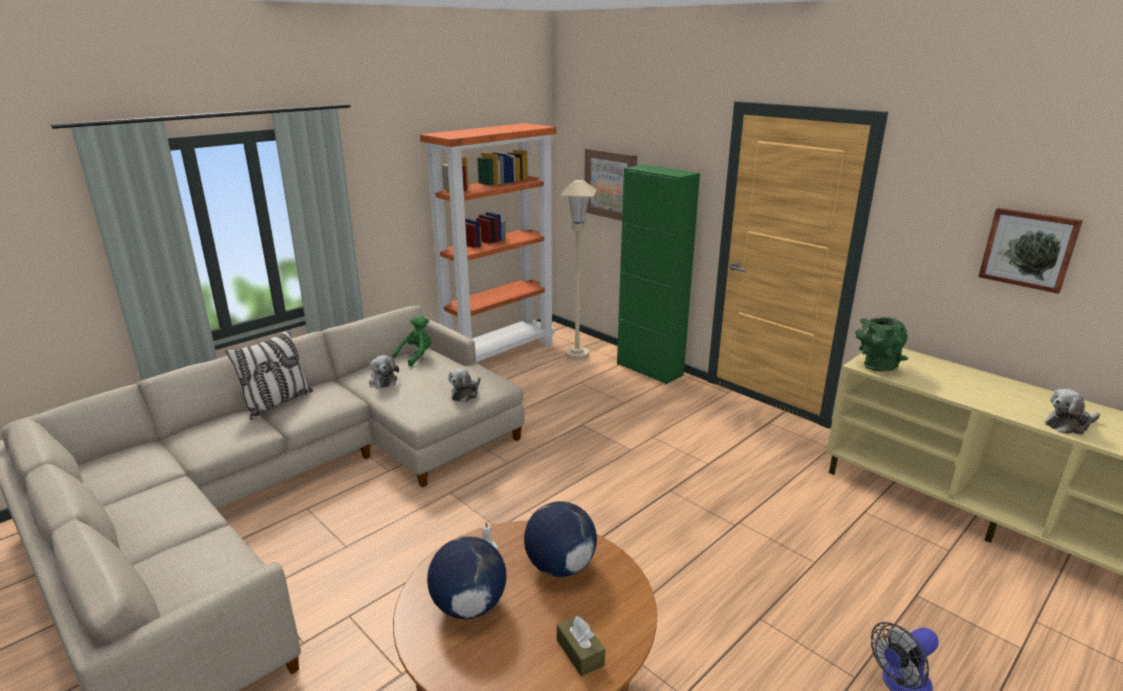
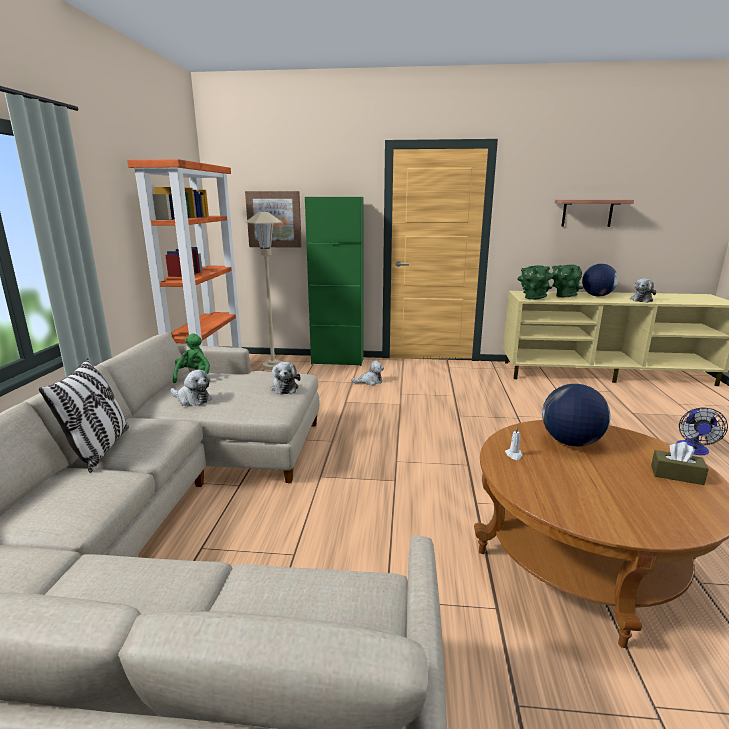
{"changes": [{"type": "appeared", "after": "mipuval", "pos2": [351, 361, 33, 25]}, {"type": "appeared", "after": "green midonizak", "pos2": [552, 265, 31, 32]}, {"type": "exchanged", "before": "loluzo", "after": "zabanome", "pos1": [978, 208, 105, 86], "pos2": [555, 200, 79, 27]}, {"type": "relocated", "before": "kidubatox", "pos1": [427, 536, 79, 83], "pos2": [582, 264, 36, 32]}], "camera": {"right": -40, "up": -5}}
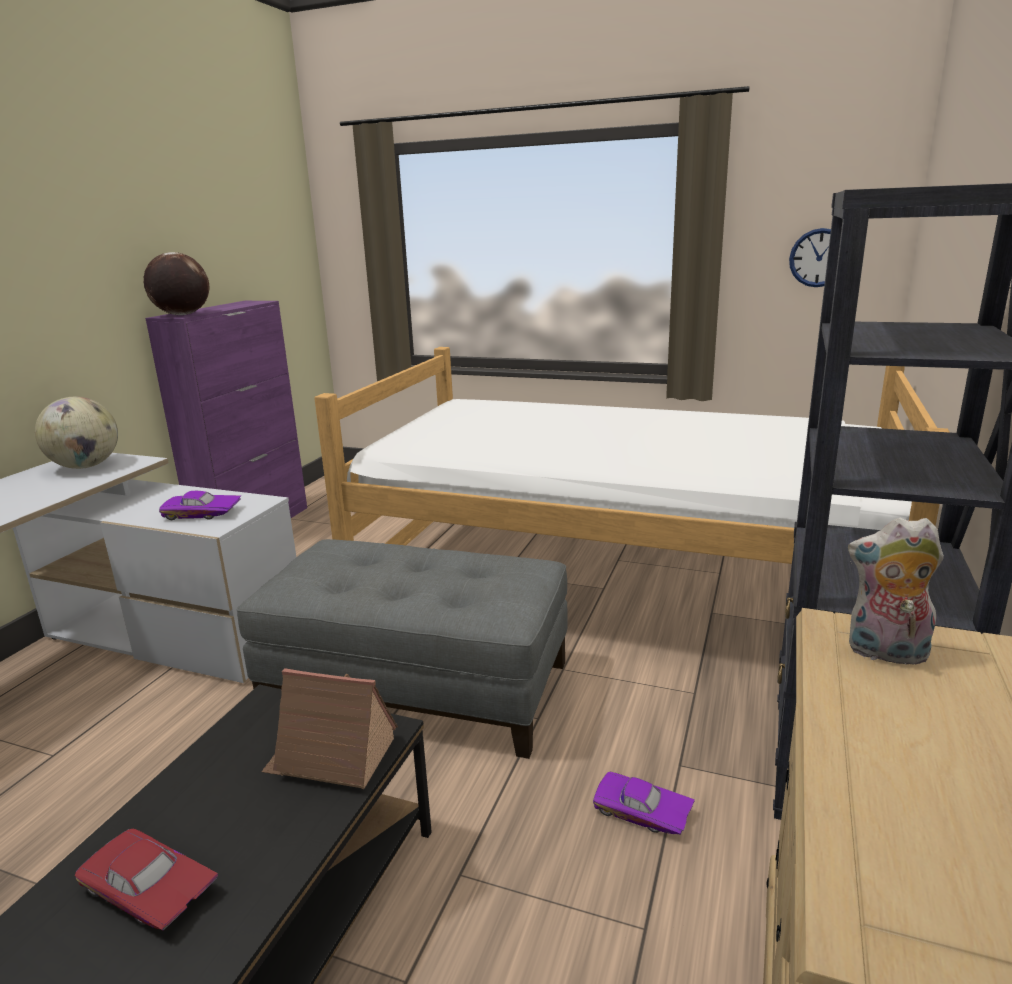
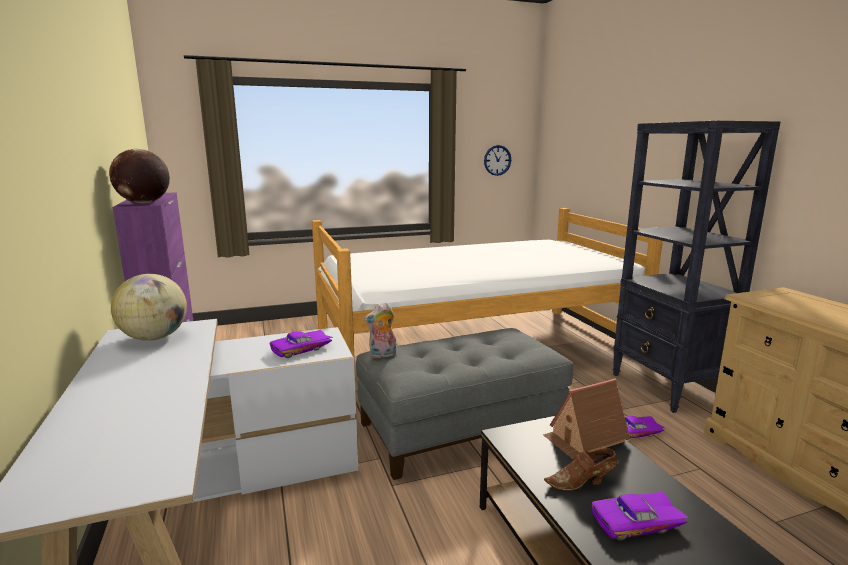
{"changes": [{"type": "relocated", "before": "mipuval", "pos1": [848, 517, 96, 148], "pos2": [364, 302, 32, 56]}, {"type": "appeared", "after": "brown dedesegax", "pos2": [544, 448, 73, 43]}, {"type": "colour", "before": "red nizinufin", "after": "purple nizinufin", "pos1": [75, 829, 143, 101], "pos2": [591, 492, 98, 49]}], "camera": {"right": -40, "up": -5}}
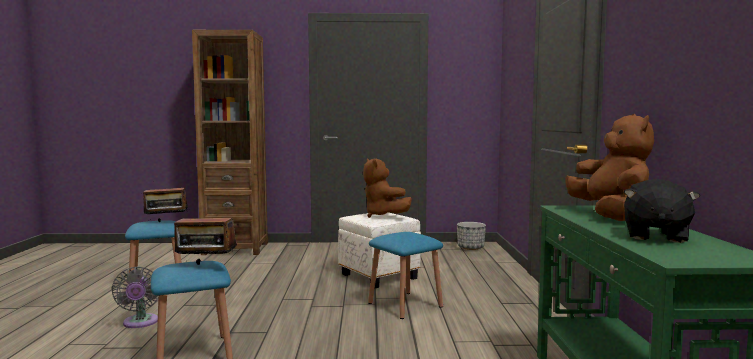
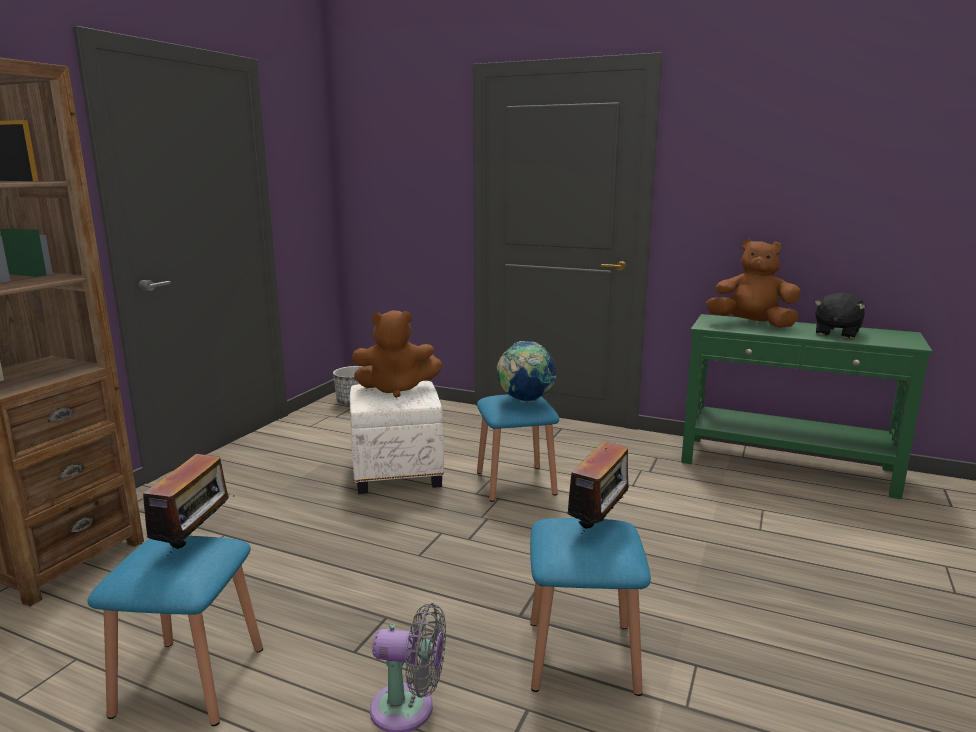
{"changes": [{"type": "appeared", "after": "kidubatox", "pos2": [497, 341, 59, 62]}, {"type": "spun", "before": "black mipuval", "pos1": [624, 179, 77, 64], "pos2": [814, 293, 52, 45], "turn": 75}], "camera": {"right": -65, "up": 10}}
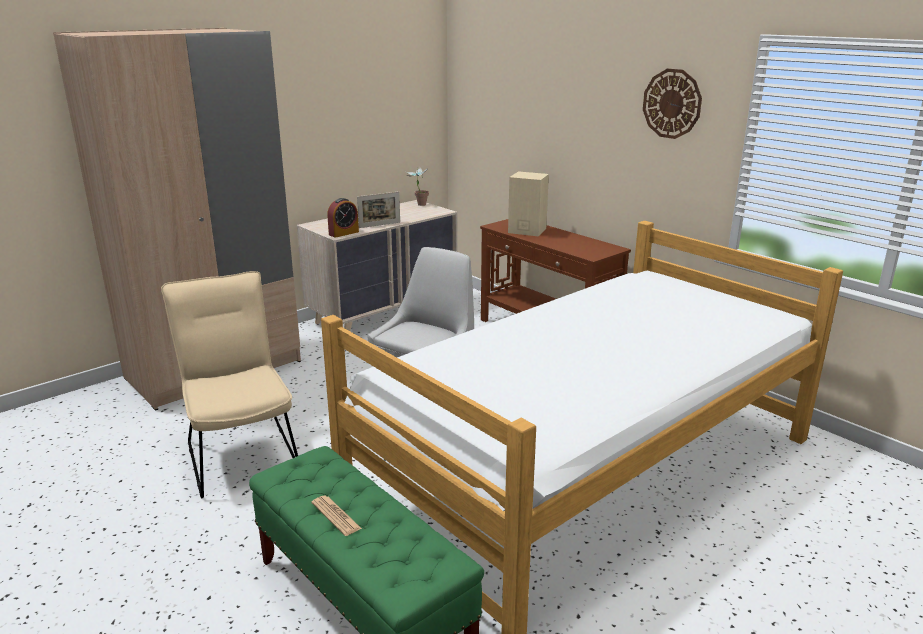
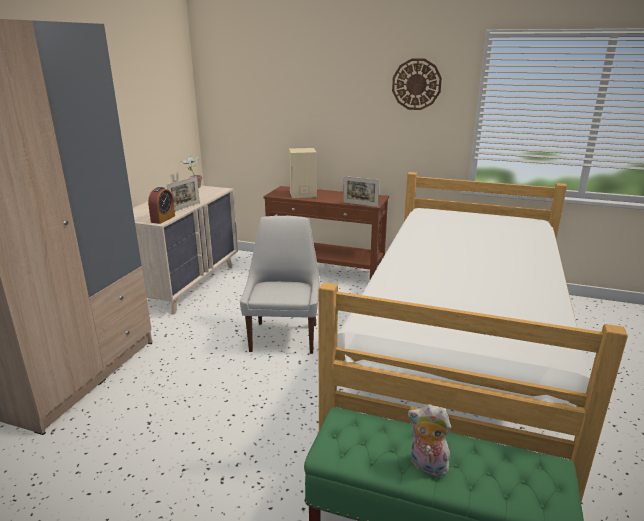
{"changes": [{"type": "appeared", "after": "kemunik", "pos2": [343, 176, 37, 31]}, {"type": "exchanged", "before": "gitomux", "after": "mipuval", "pos1": [311, 496, 51, 40], "pos2": [408, 404, 45, 72]}, {"type": "missing", "before": "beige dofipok", "pos1": [161, 271, 137, 227]}], "camera": {"right": -30, "up": 0}}
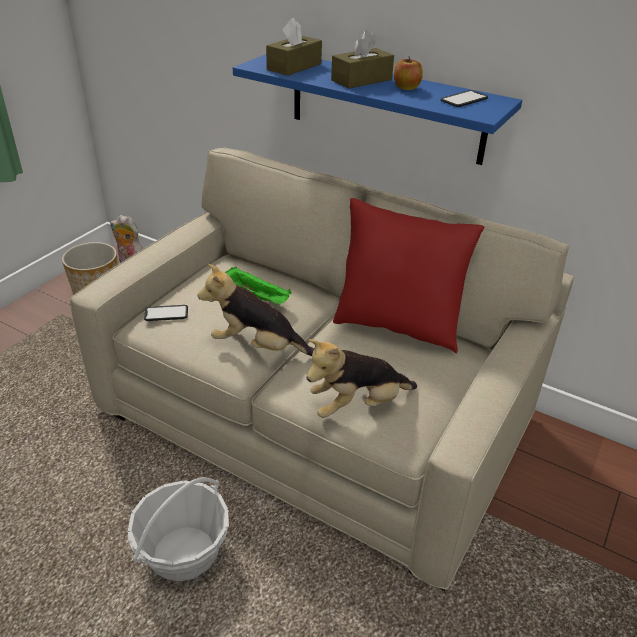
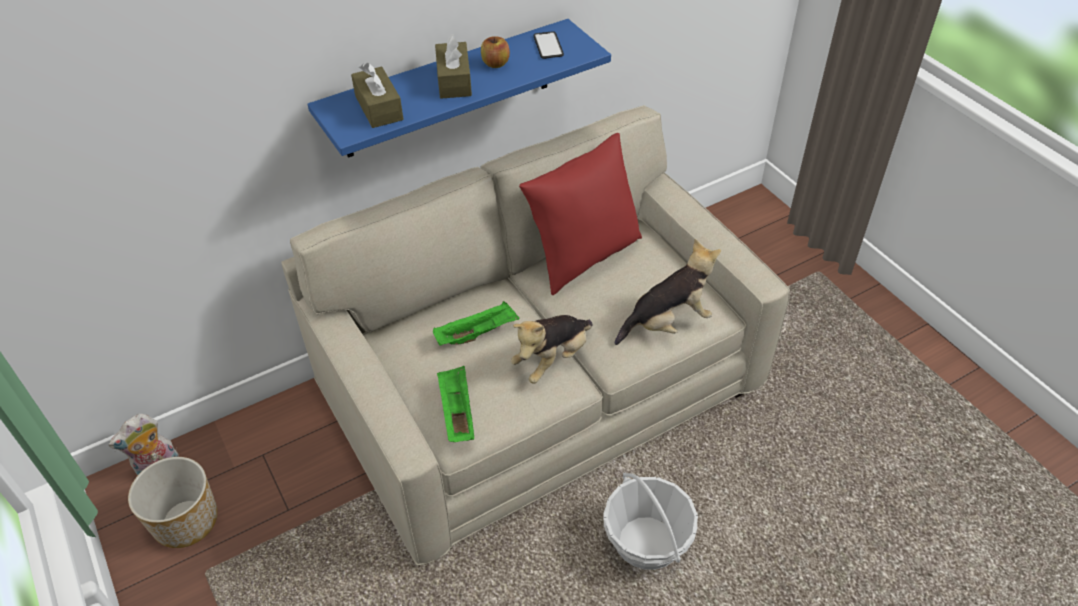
{"changes": [{"type": "exchanged", "before": "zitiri", "after": "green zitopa", "pos1": [144, 305, 44, 16], "pos2": [437, 366, 37, 76]}, {"type": "spun", "before": "mipuval", "pos1": [306, 339, 111, 79], "pos2": [615, 239, 106, 106], "turn": -120}], "camera": {"right": -60, "up": 10}}
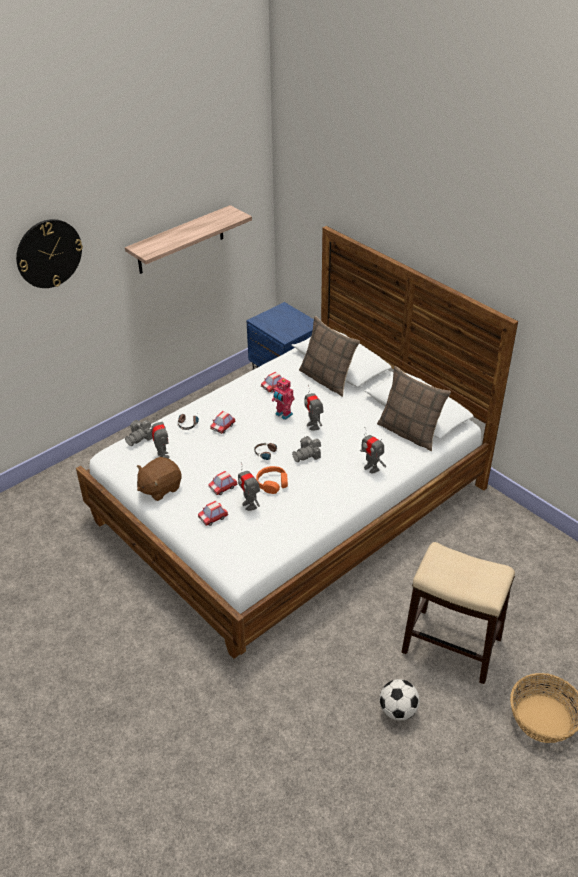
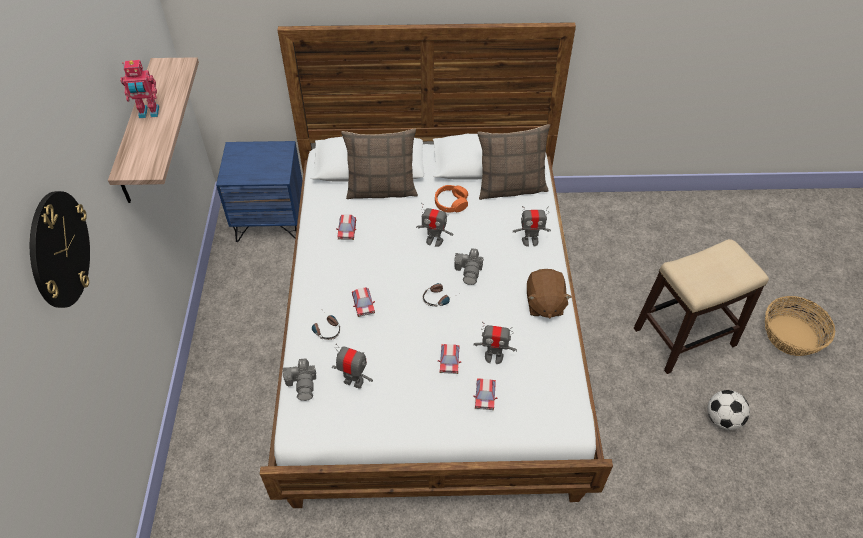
{"changes": [{"type": "relocated", "before": "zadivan", "pos1": [272, 377, 23, 43], "pos2": [120, 60, 39, 58]}, {"type": "relocated", "before": "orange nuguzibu", "pos1": [256, 466, 32, 28], "pos2": [435, 185, 33, 28]}, {"type": "relocated", "before": "brown mipuval", "pos1": [137, 457, 45, 44], "pos2": [527, 269, 45, 49]}], "camera": {"right": -50, "up": 10}}
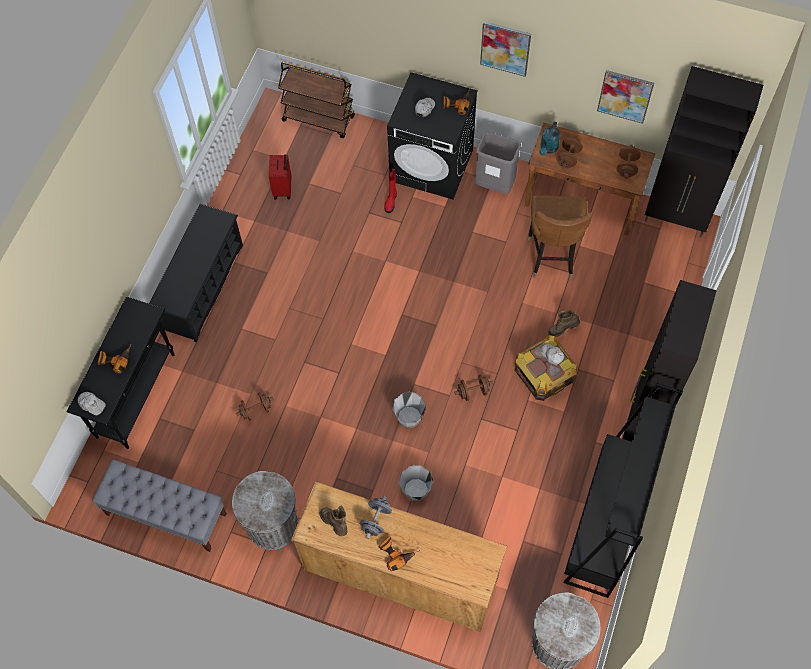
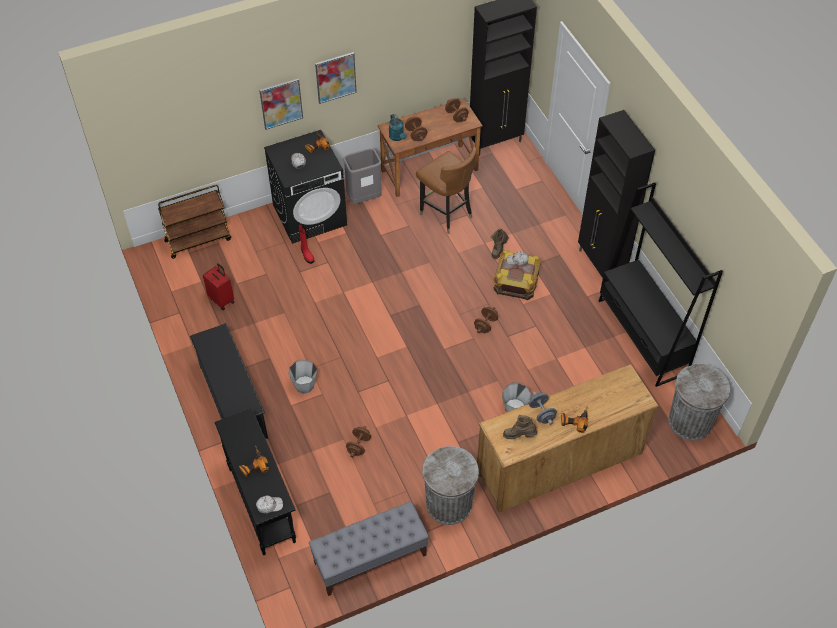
{"changes": [{"type": "relocated", "before": "loluzo", "pos1": [597, 70, 57, 54], "pos2": [259, 79, 44, 51]}, {"type": "relocated", "before": "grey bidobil", "pos1": [392, 391, 34, 37], "pos2": [288, 359, 29, 35]}], "camera": {"right": -45, "up": -10}}
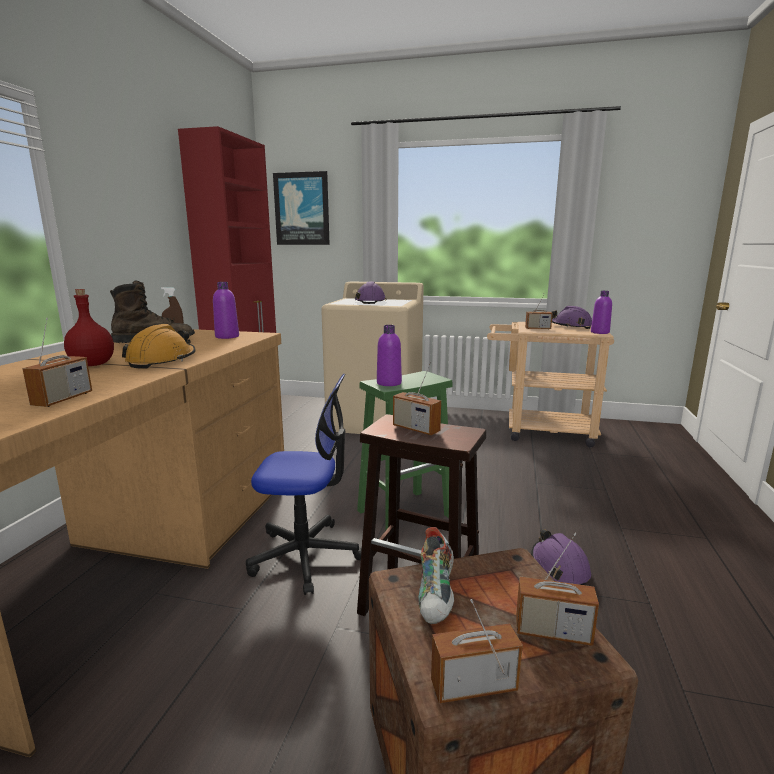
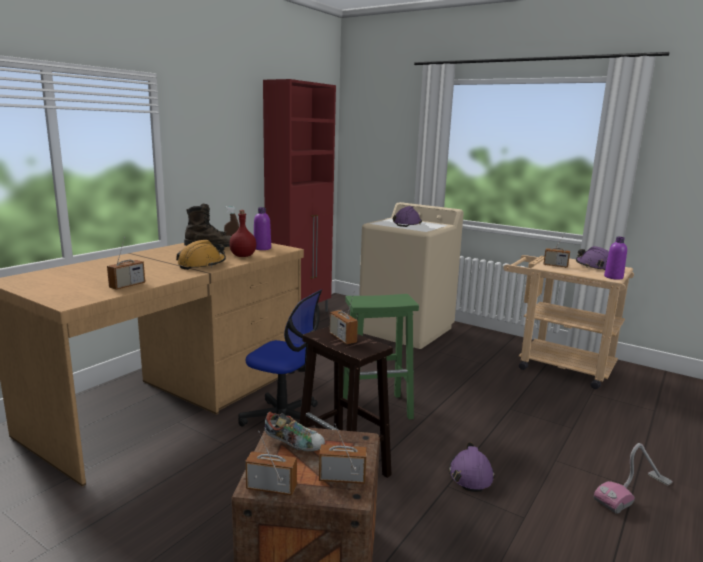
{"changes": [{"type": "relocated", "before": "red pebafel", "pos1": [64, 289, 50, 77], "pos2": [229, 210, 27, 47]}, {"type": "spun", "before": "dedesegax", "pos1": [418, 527, 36, 97], "pos2": [264, 412, 61, 39], "turn": -105}, {"type": "spun", "before": "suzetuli", "pos1": [516, 533, 83, 113], "pos2": [319, 423, 48, 61], "turn": 150}, {"type": "appeared", "after": "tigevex", "pos2": [594, 443, 79, 71]}, {"type": "missing", "before": "loluzo", "pos1": [273, 171, 57, 74]}, {"type": "missing", "before": "purple pebafel", "pos1": [377, 325, 25, 61]}], "camera": {"right": 20, "up": 0}}
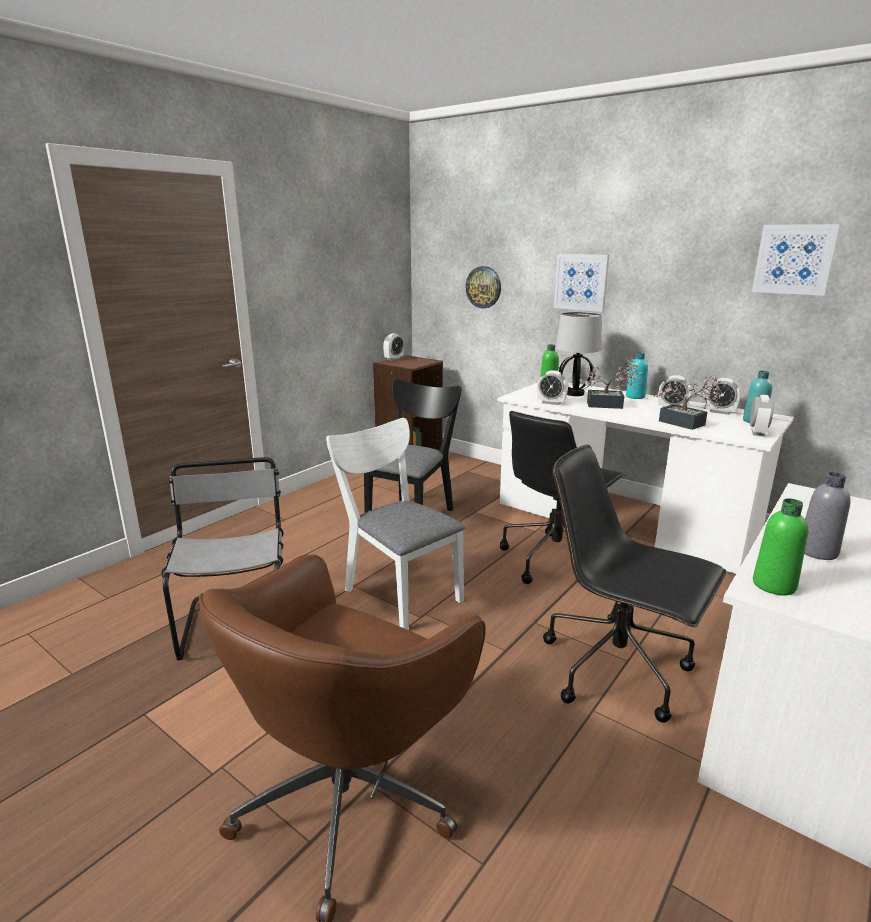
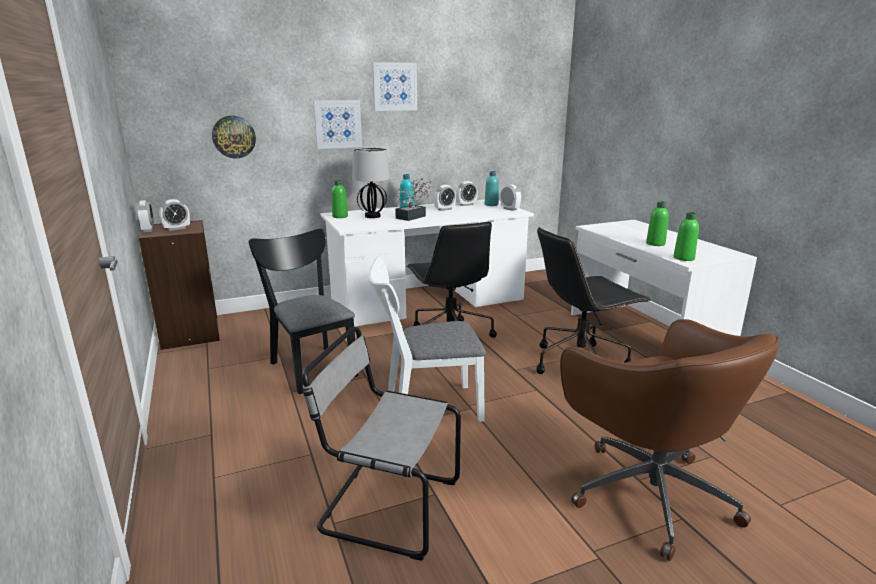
{"changes": [{"type": "relocated", "before": "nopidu", "pos1": [537, 370, 31, 35], "pos2": [159, 199, 31, 32]}, {"type": "relocated", "before": "loluzo", "pos1": [752, 224, 88, 72], "pos2": [372, 62, 45, 49]}, {"type": "colour", "before": "grey pebafel", "after": "green pebafel", "pos1": [804, 472, 47, 88], "pos2": [646, 201, 23, 45]}, {"type": "missing", "before": "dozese", "pos1": [654, 375, 73, 55]}], "camera": {"right": -60, "up": 0}}
